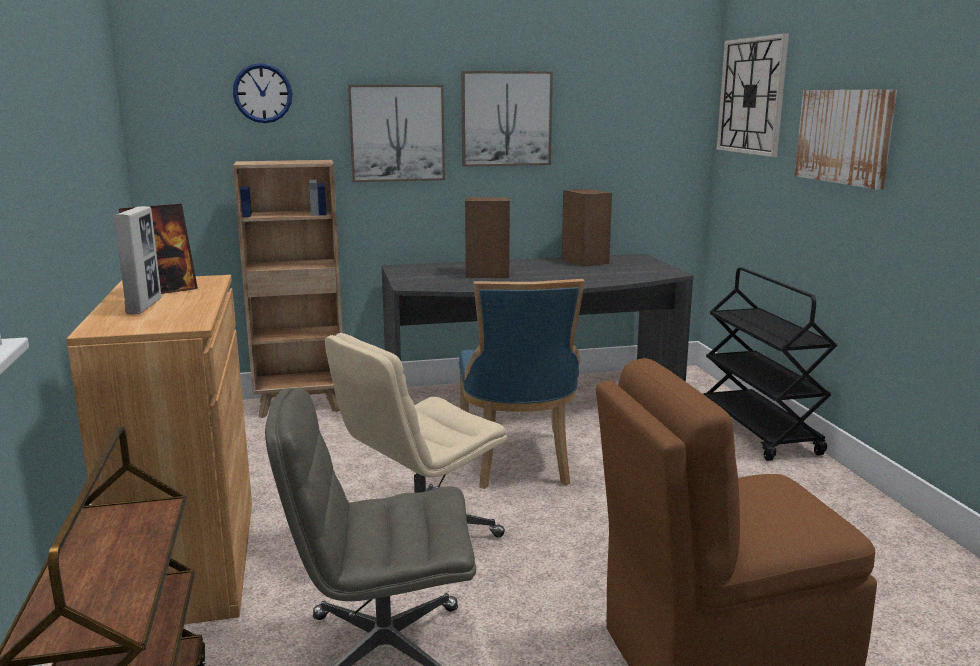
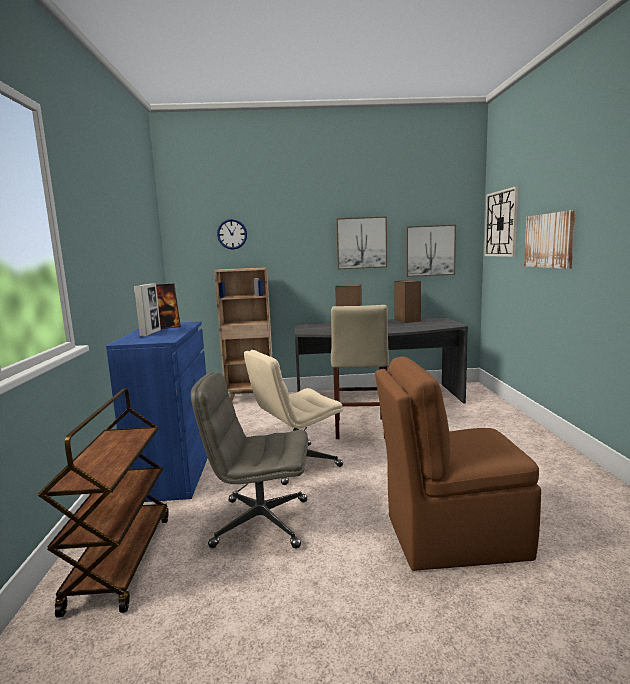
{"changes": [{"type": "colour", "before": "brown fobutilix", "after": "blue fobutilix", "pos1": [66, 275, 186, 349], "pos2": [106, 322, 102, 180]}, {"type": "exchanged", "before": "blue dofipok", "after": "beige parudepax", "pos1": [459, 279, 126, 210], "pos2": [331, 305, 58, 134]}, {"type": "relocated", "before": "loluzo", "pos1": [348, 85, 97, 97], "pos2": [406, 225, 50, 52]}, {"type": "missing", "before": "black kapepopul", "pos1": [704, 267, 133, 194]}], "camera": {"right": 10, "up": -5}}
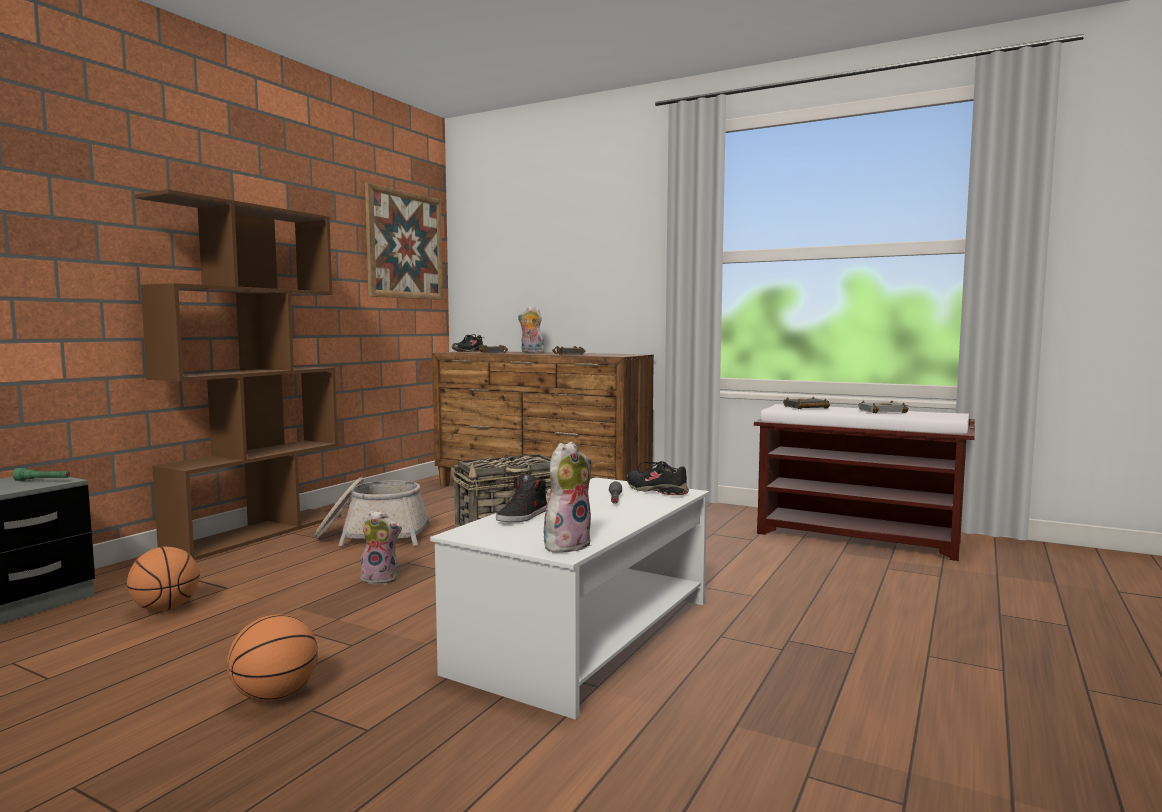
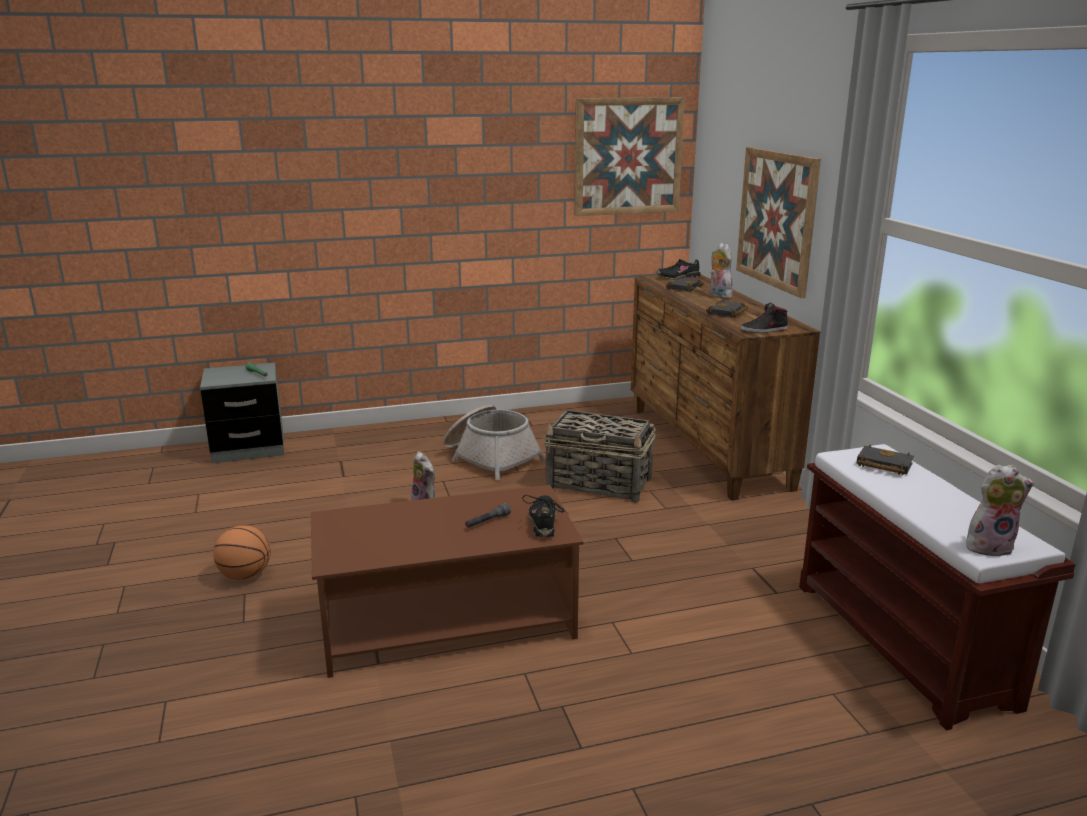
{"changes": [{"type": "colour", "before": "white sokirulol", "after": "brown sokirulol", "pos1": [430, 477, 279, 243], "pos2": [311, 485, 273, 193]}, {"type": "appeared", "after": "loluzo", "pos2": [736, 147, 85, 151]}, {"type": "relocated", "before": "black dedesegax", "pos1": [496, 474, 51, 48], "pos2": [741, 303, 47, 30]}, {"type": "relocated", "before": "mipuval", "pos1": [544, 441, 47, 112], "pos2": [966, 465, 68, 92]}, {"type": "missing", "before": "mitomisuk", "pos1": [127, 547, 73, 64]}, {"type": "missing", "before": "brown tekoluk", "pos1": [134, 189, 207, 371]}, {"type": "missing", "before": "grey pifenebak", "pos1": [858, 401, 51, 12]}], "camera": {"right": 45, "up": 15}}
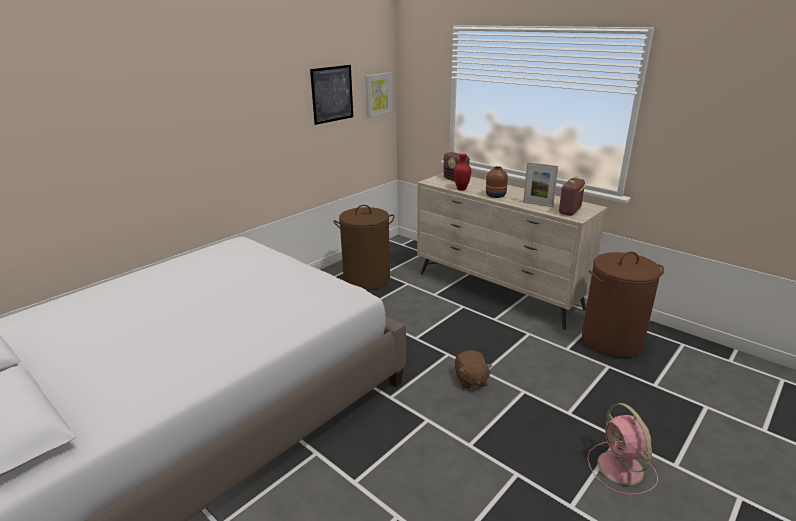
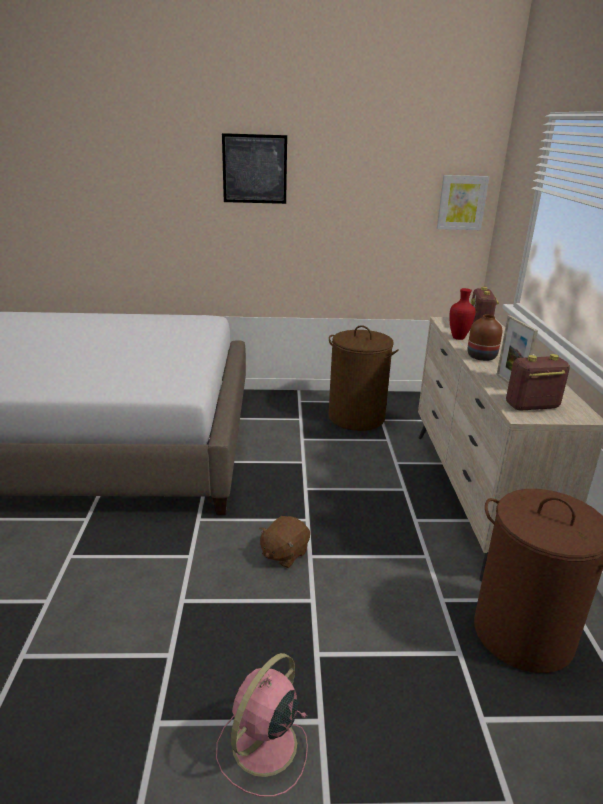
{"changes": [{"type": "relocated", "before": "loluzo", "pos1": [310, 65, 43, 60], "pos2": [222, 133, 65, 71]}], "camera": {"right": 45, "up": 0}}
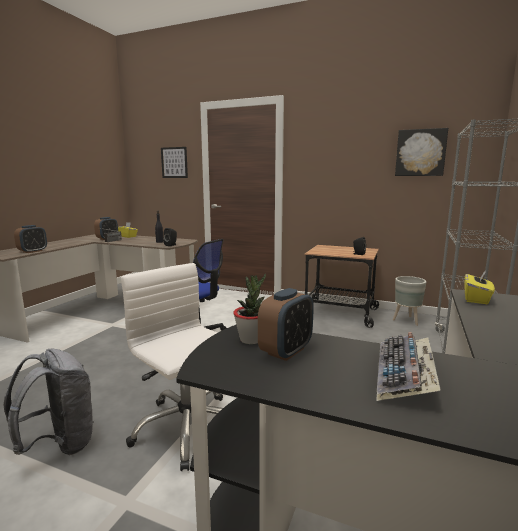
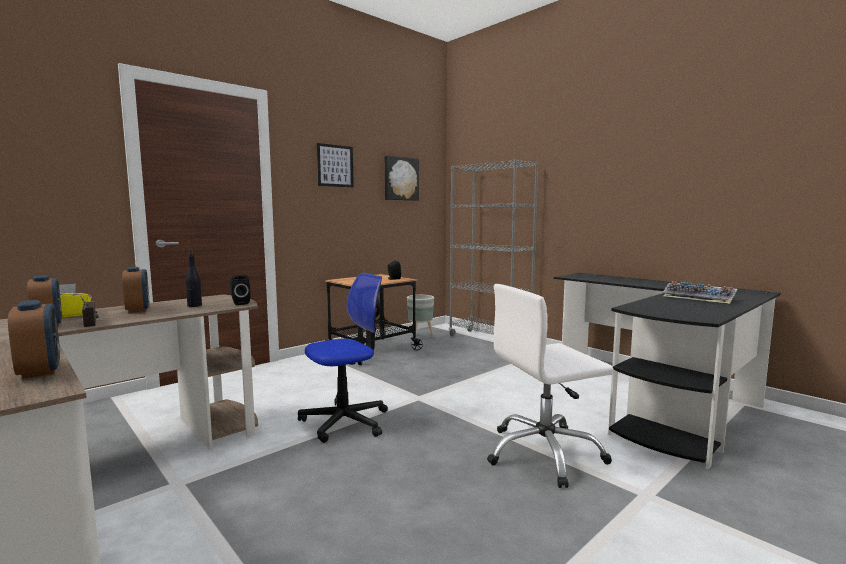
{"changes": [{"type": "relocated", "before": "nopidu", "pos1": [258, 288, 56, 73], "pos2": [122, 267, 27, 46]}, {"type": "relocated", "before": "loluzo", "pos1": [161, 147, 27, 31], "pos2": [317, 143, 37, 44]}, {"type": "missing", "before": "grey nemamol", "pos1": [4, 349, 91, 106]}, {"type": "missing", "before": "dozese", "pos1": [233, 274, 33, 70]}, {"type": "missing", "before": "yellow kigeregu", "pos1": [464, 271, 31, 33]}], "camera": {"right": -65, "up": -5}}
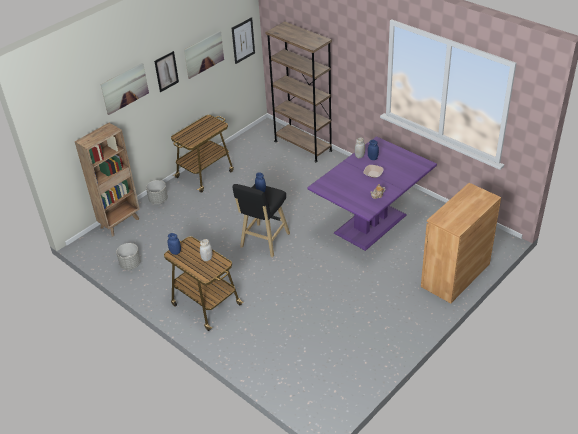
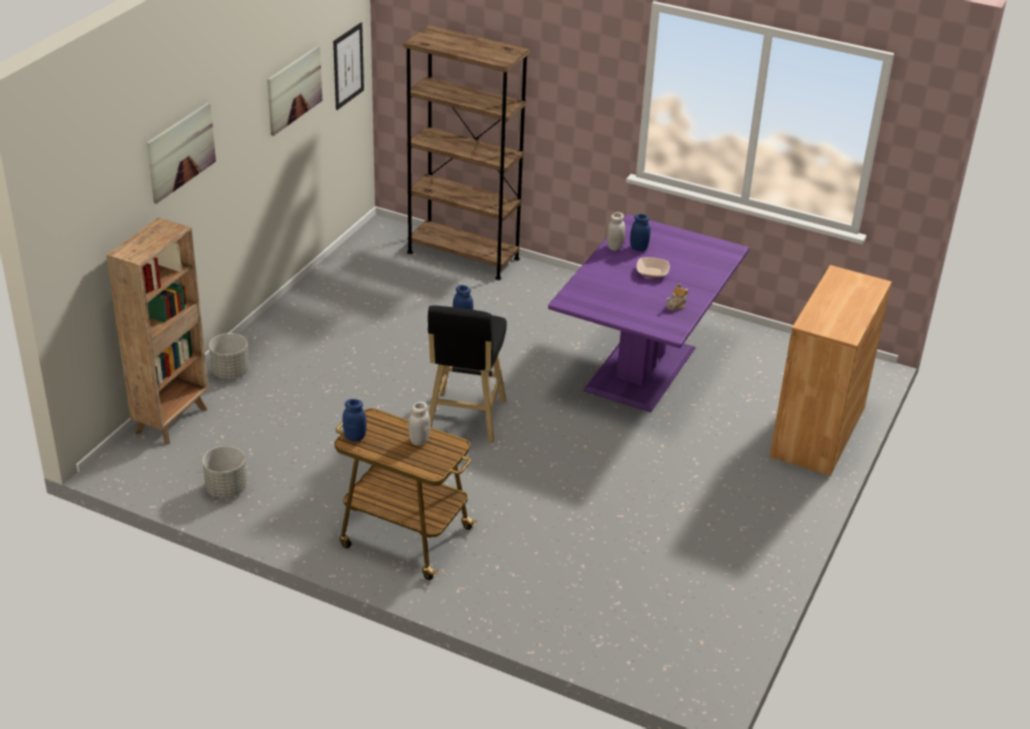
{"changes": [{"type": "missing", "before": "loluzo", "pos1": [154, 51, 25, 41]}, {"type": "missing", "before": "kapepopul", "pos1": [171, 115, 63, 78]}], "camera": {"right": -20, "up": -5}}
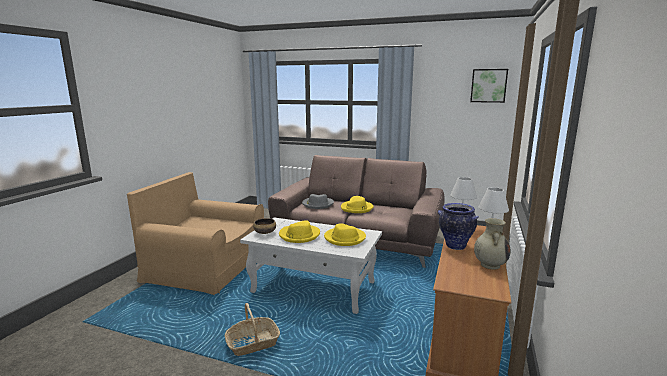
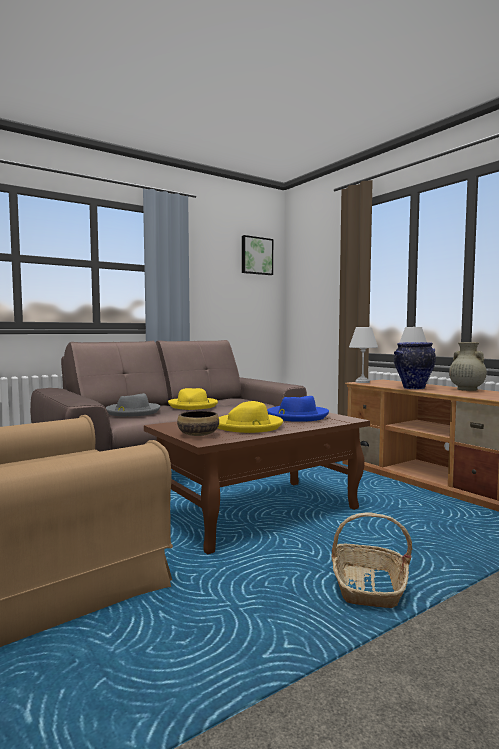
{"changes": [{"type": "colour", "before": "white sokirulol", "after": "brown sokirulol", "pos1": [240, 218, 142, 96], "pos2": [144, 413, 226, 141]}, {"type": "colour", "before": "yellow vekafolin", "after": "blue vekafolin", "pos1": [324, 223, 42, 23], "pos2": [267, 396, 62, 26]}], "camera": {"right": -55, "up": -10}}
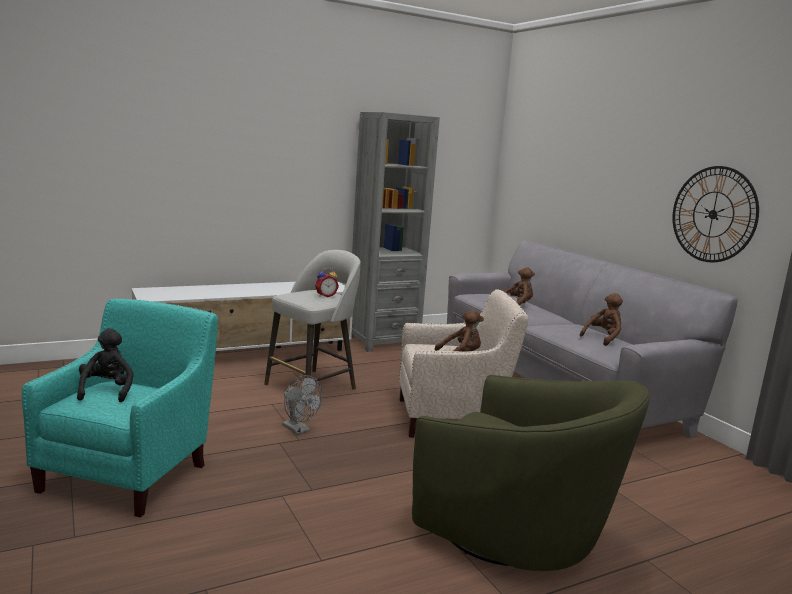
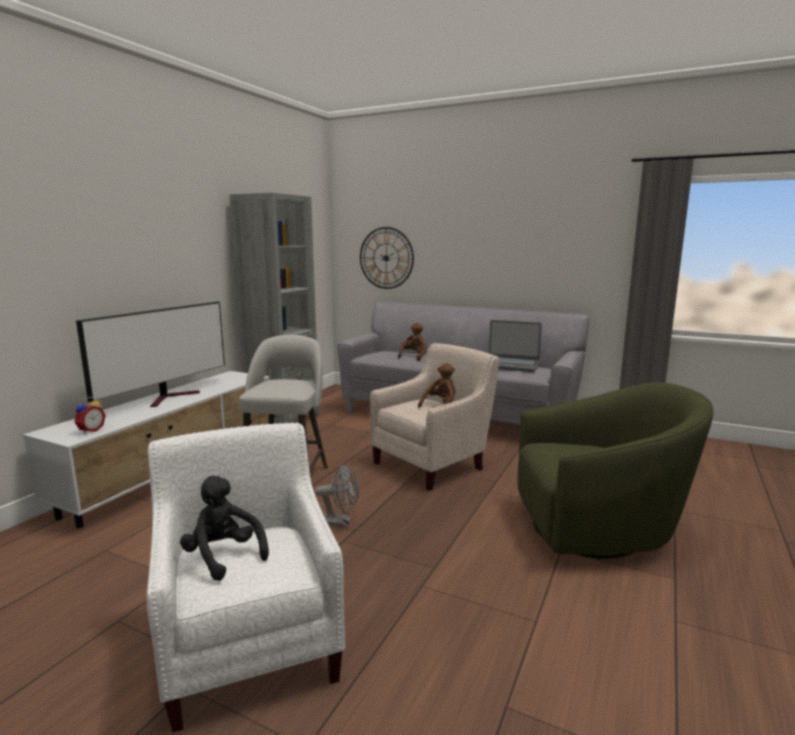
{"changes": [{"type": "relocated", "before": "nopidu", "pos1": [315, 267, 24, 31], "pos2": [74, 397, 32, 37]}, {"type": "appeared", "after": "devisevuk", "pos2": [76, 301, 149, 106]}, {"type": "colour", "before": "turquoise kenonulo", "after": "white kenonulo", "pos1": [22, 298, 196, 220], "pos2": [146, 423, 199, 310]}, {"type": "relocated", "before": "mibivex", "pos1": [672, 166, 87, 96], "pos2": [360, 227, 54, 62]}, {"type": "exchanged", "before": "brown mipuval", "after": "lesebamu", "pos1": [580, 293, 43, 53], "pos2": [489, 320, 53, 52]}], "camera": {"right": -35, "up": 0}}
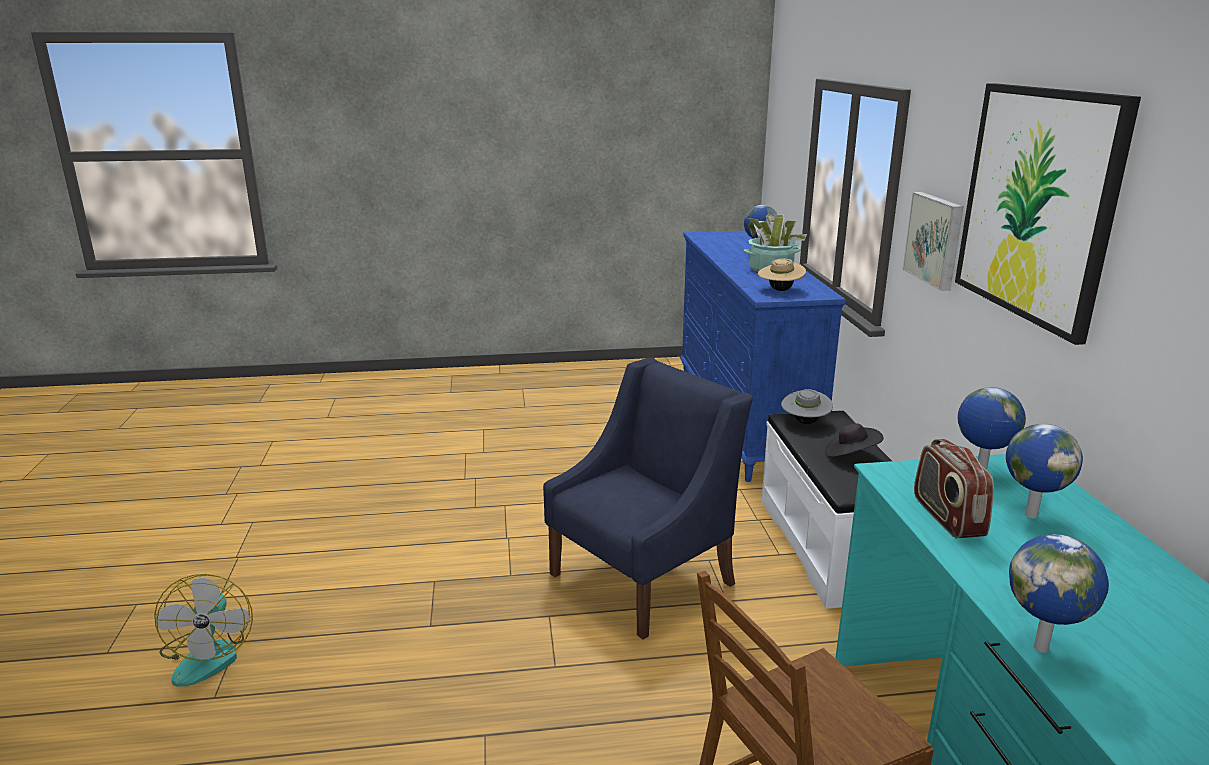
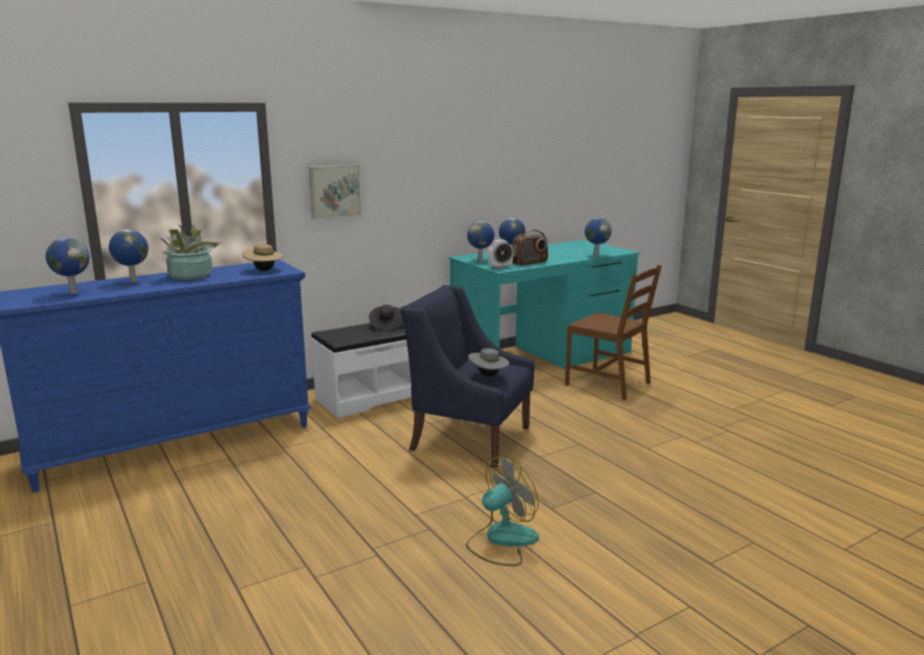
{"changes": [{"type": "appeared", "after": "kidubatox", "pos2": [46, 238, 44, 56]}, {"type": "relocated", "before": "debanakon", "pos1": [154, 574, 99, 113], "pos2": [466, 456, 73, 110]}, {"type": "relocated", "before": "grey vekafolin", "pos1": [781, 389, 52, 35], "pos2": [468, 348, 41, 28]}, {"type": "appeared", "after": "nopidu", "pos2": [488, 239, 26, 30]}, {"type": "missing", "before": "loluzo", "pos1": [955, 83, 186, 262]}], "camera": {"right": -115, "up": -5}}
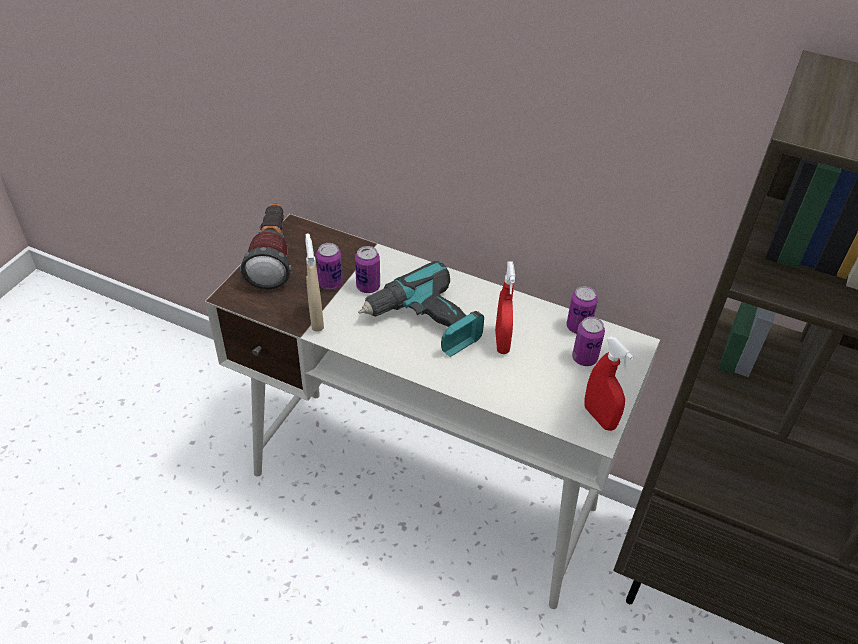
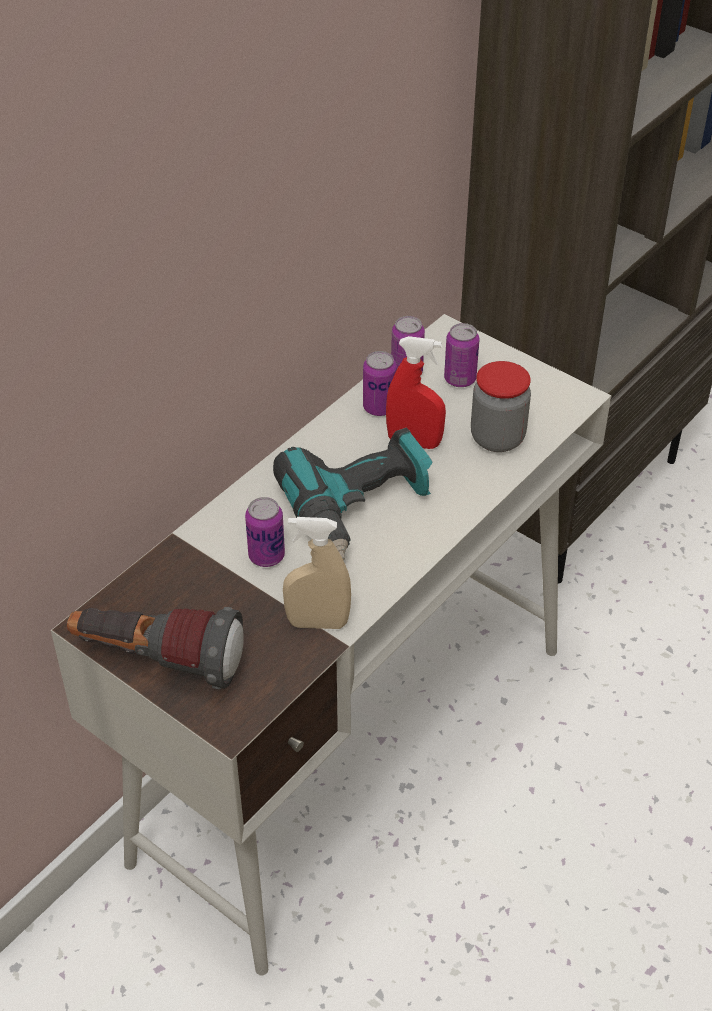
{"changes": [{"type": "relocated", "before": "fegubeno", "pos1": [316, 243, 27, 47], "pos2": [363, 351, 34, 65]}, {"type": "appeared", "after": "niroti", "pos2": [471, 361, 60, 91]}, {"type": "missing", "before": "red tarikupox", "pos1": [584, 337, 50, 94]}], "camera": {"right": -75, "up": 0}}
